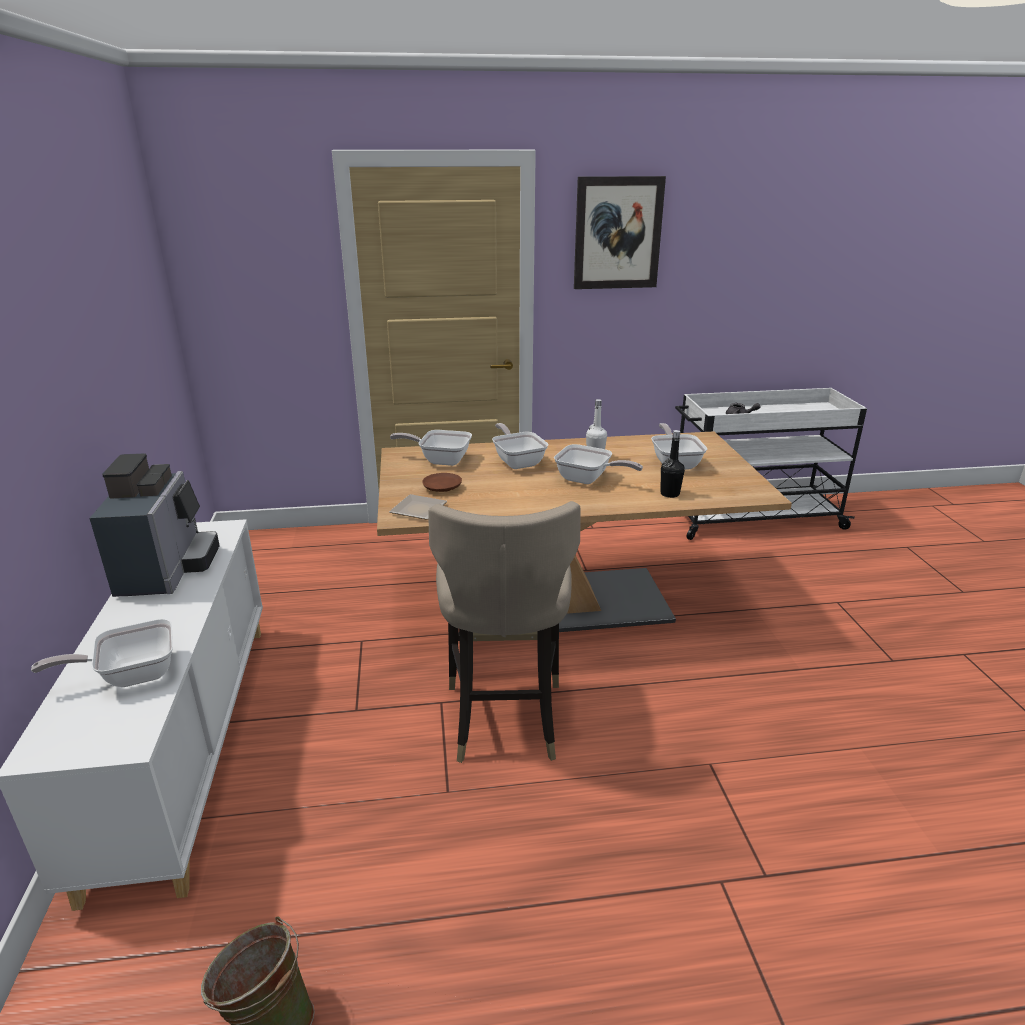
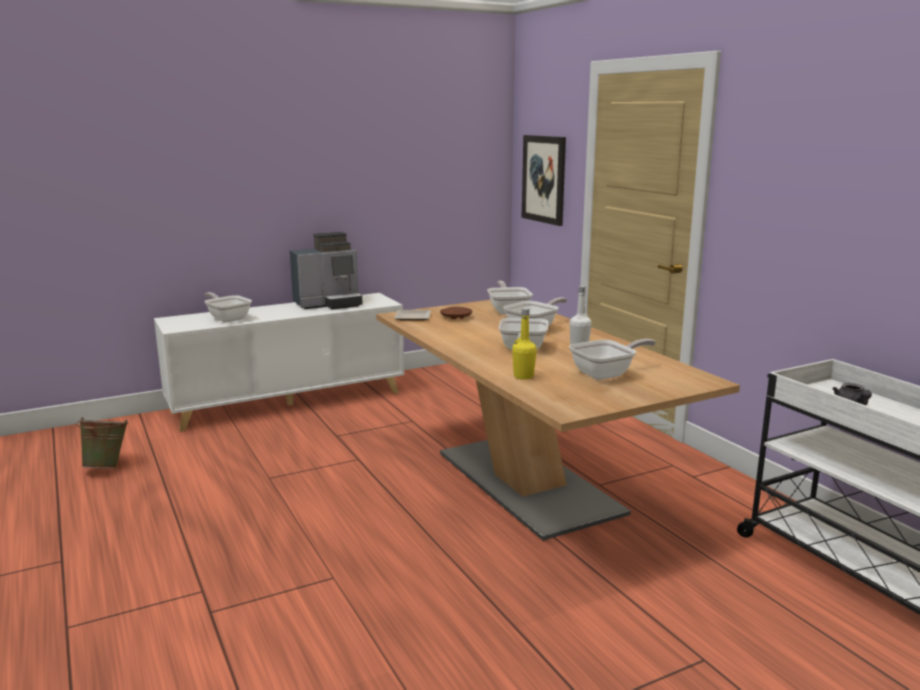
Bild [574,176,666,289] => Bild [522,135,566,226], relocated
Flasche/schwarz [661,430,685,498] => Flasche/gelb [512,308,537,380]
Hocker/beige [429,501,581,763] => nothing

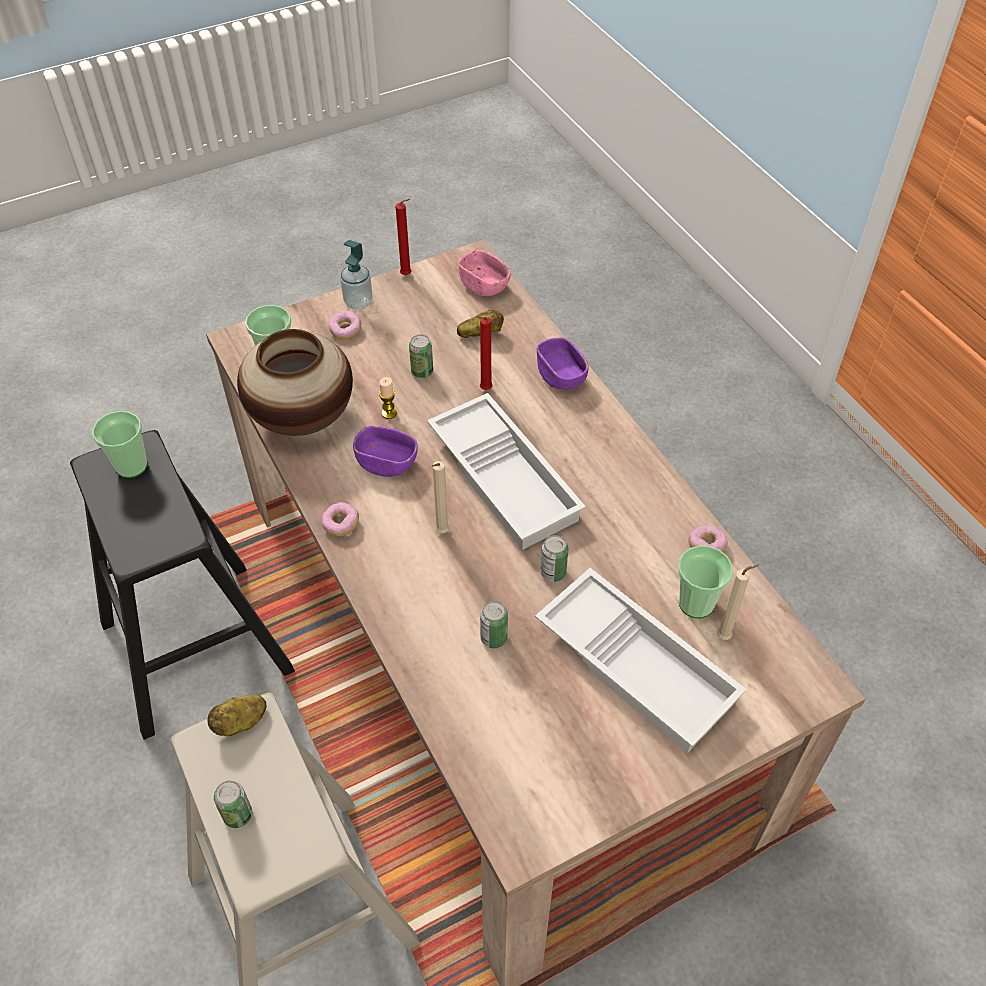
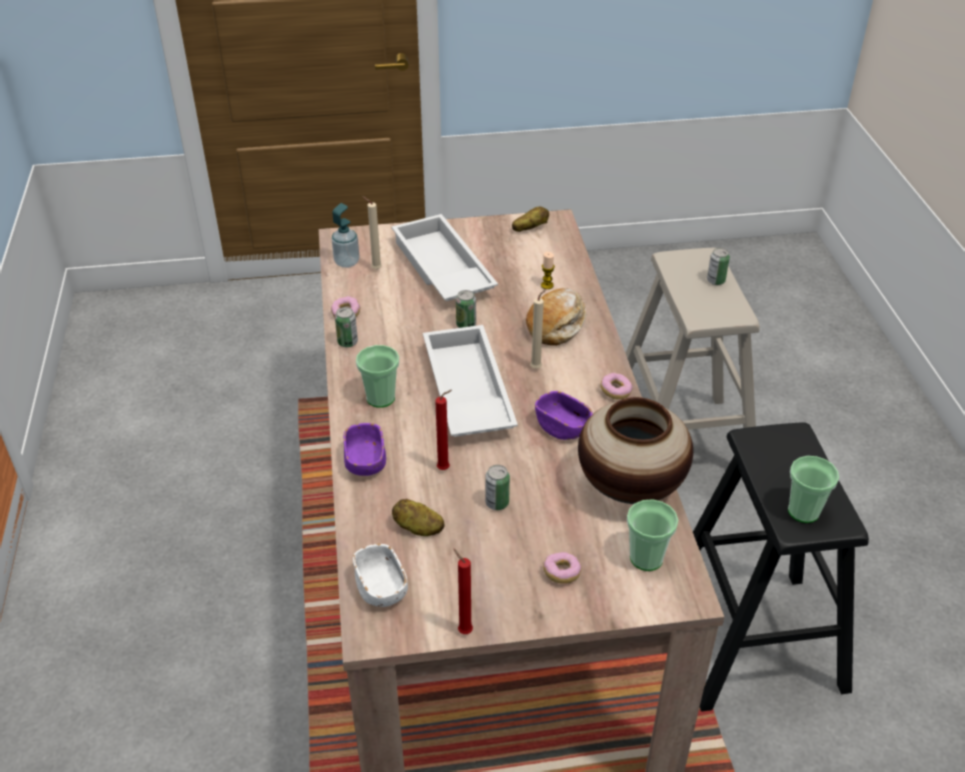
Seifenspender [340,240,373,310] => Seifenspender [331,203,360,268], relocated
Schüssel/rosa [458,250,511,296] => Schüssel/weiß [353,544,408,607]
Kerze [379,377,397,419] => Kerze [541,252,555,289], relocated
Tasse [678,546,733,619] => Tasse [356,345,399,408], relocated
Dose [480,601,508,648] => Dose [335,307,358,347], relocated
Kartoffel [207,694,266,736] => Kartoffel [512,207,549,232], relocated
nothing => Brot [526,288,586,346]

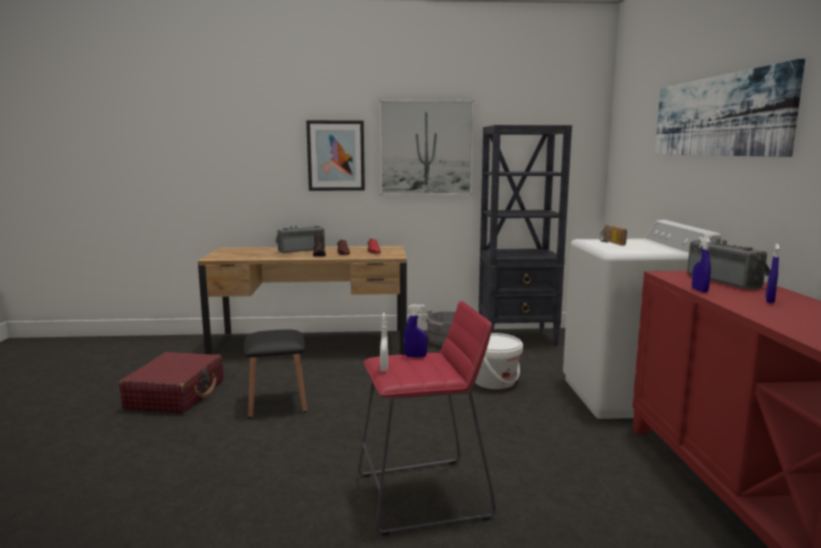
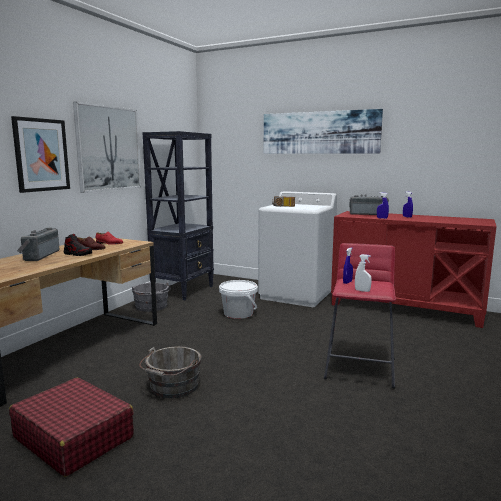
Hocker/schwarz [244,329,307,418] => Eimer/grau [139,346,202,398]

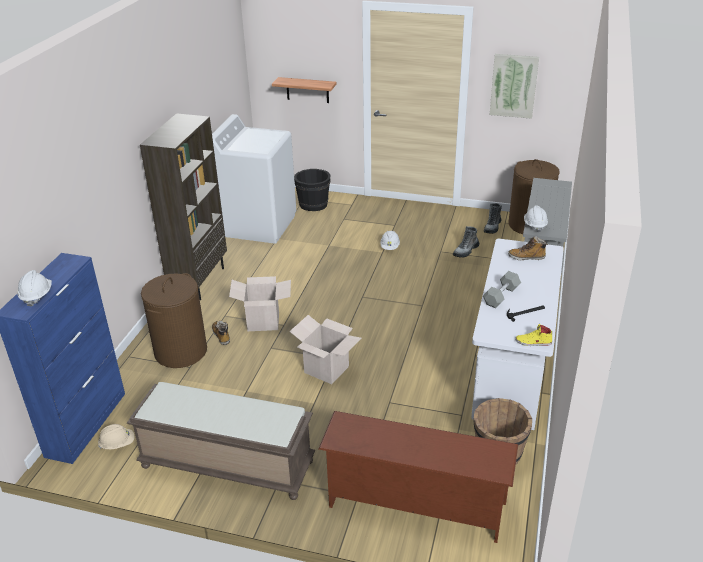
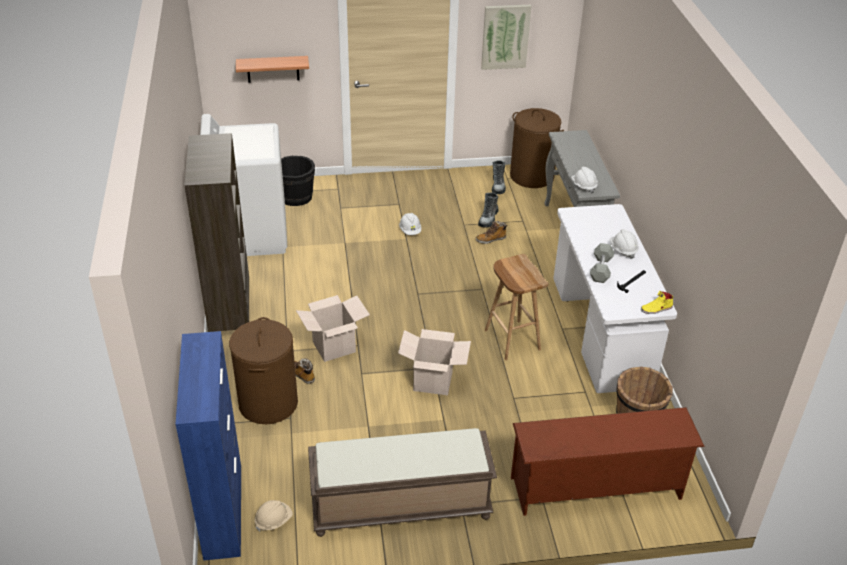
Stiefel [508,236,548,260] => Stiefel [476,221,507,244], relocated
Schutzhelm/weiß [17,270,52,307] => Schutzhelm/weiß [610,229,639,259], relocated
nothing => Hocker/braun [485,254,549,360]

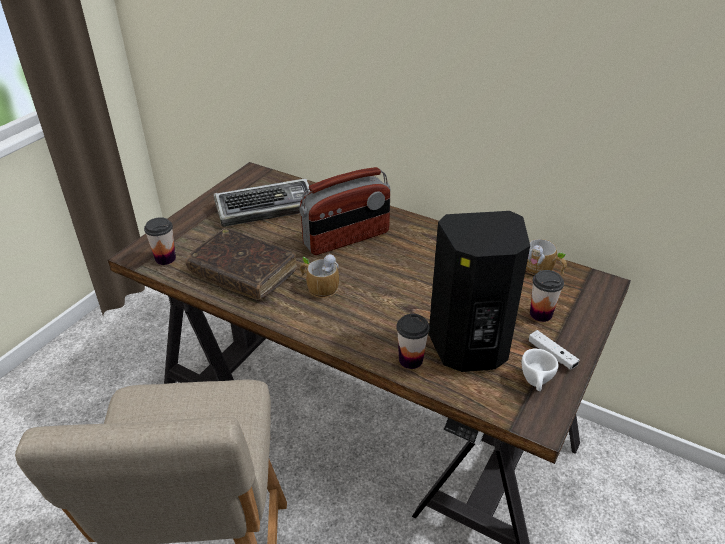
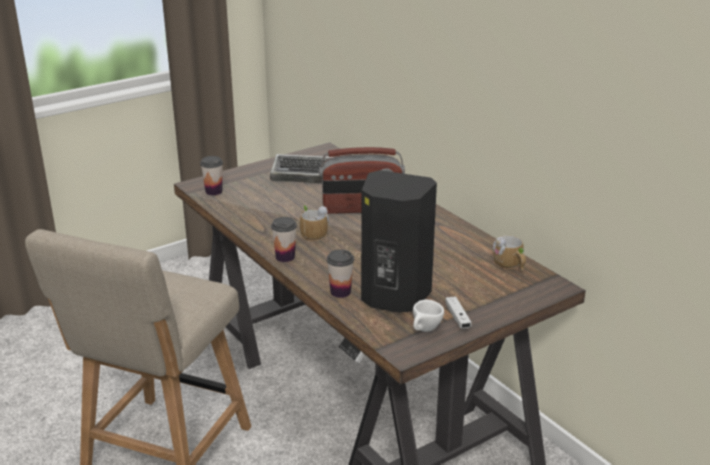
Buch/braun [185,228,298,299] => nothing
Tasse [530,270,564,322] => Tasse [271,217,297,262], relocated

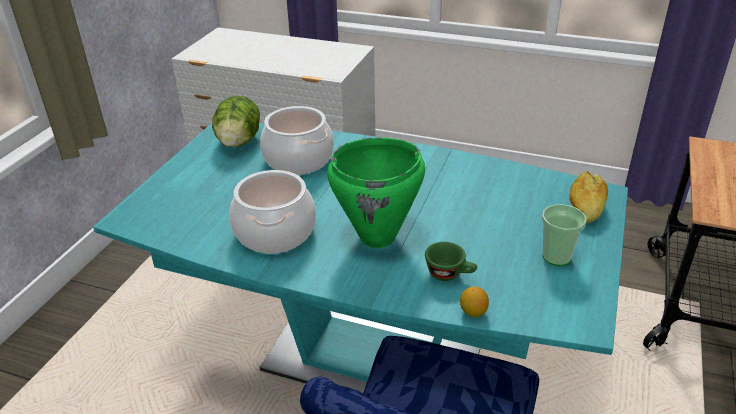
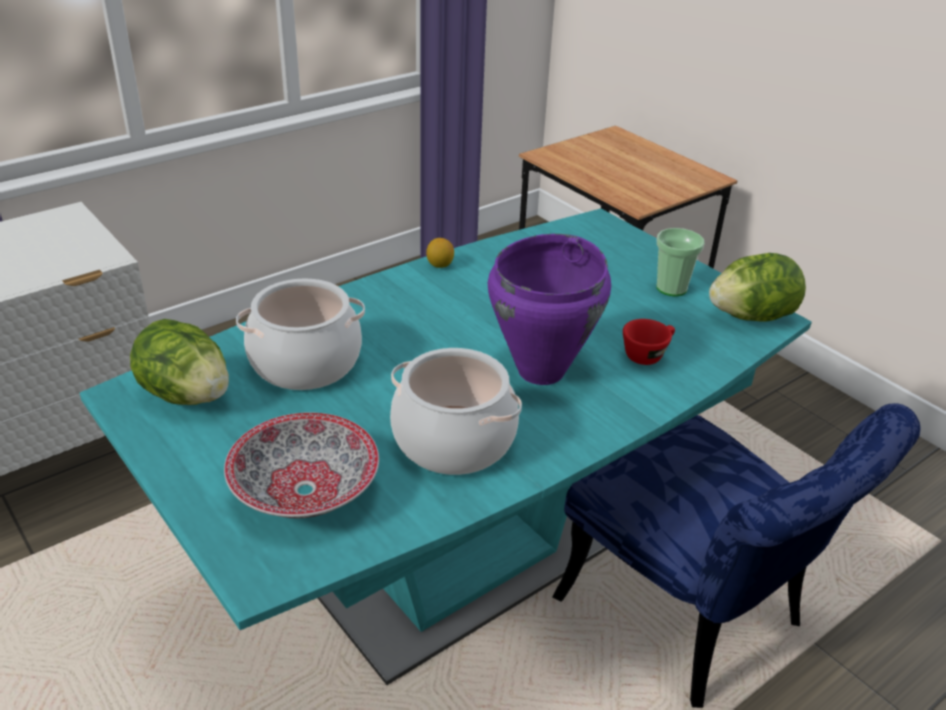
Kochtopf/grün [327,138,425,248] => Kochtopf/lila [488,234,611,385]
Brot [570,171,608,223] => nothing
Tasse/grün [425,242,477,281] => Tasse/rot [623,319,675,365]
Zitrone [460,286,489,317] => Zitrone [426,238,454,268], relocated
nothing => Salatkopf [709,253,806,322]
nothing => Schüssel [224,412,379,518]

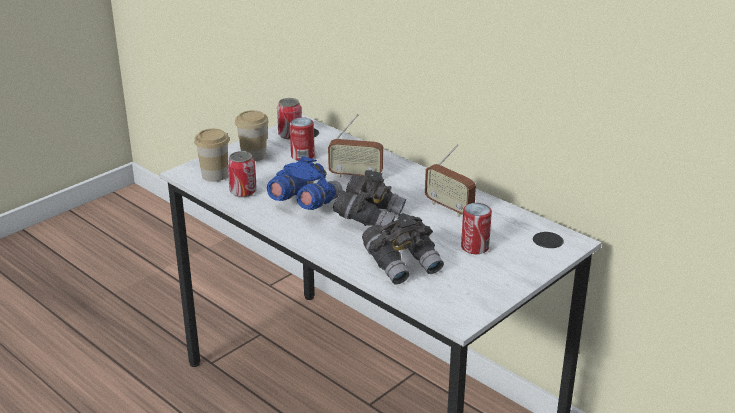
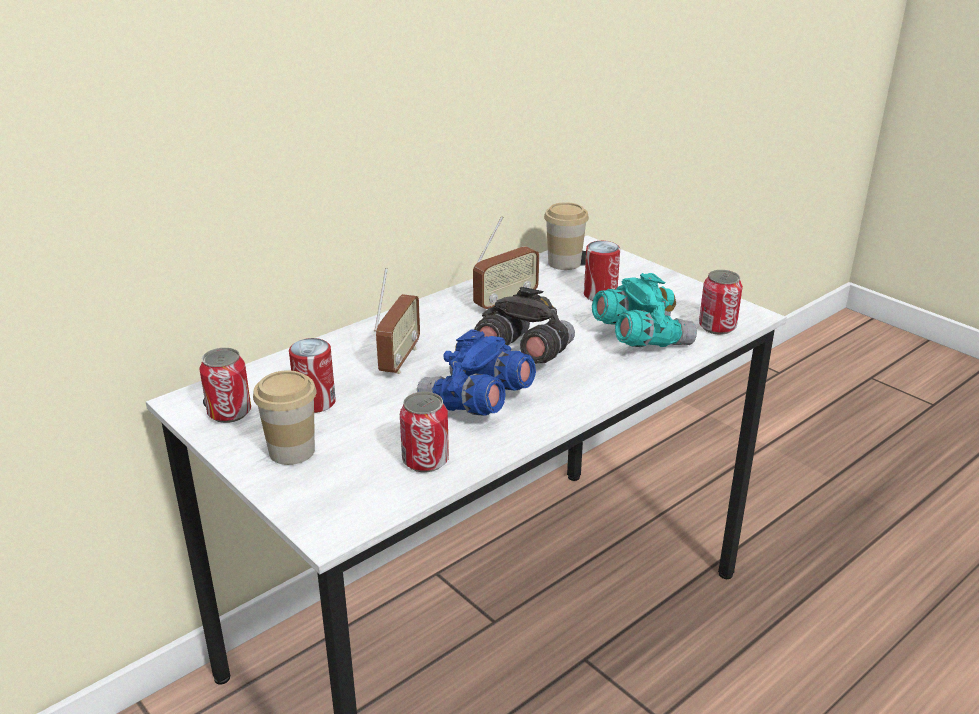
Tasse [194,128,229,182] => Tasse [544,202,589,270], relocated
Fernglas/grau [362,213,444,284] => Fernglas/türkis [592,273,697,347]
nothing => Dose [699,270,743,335]

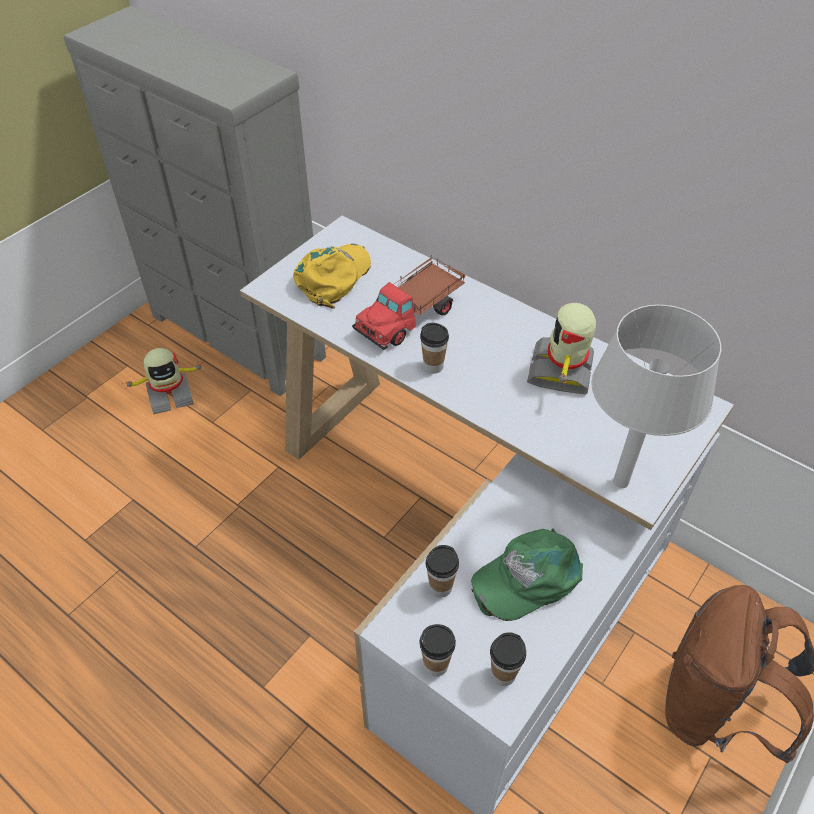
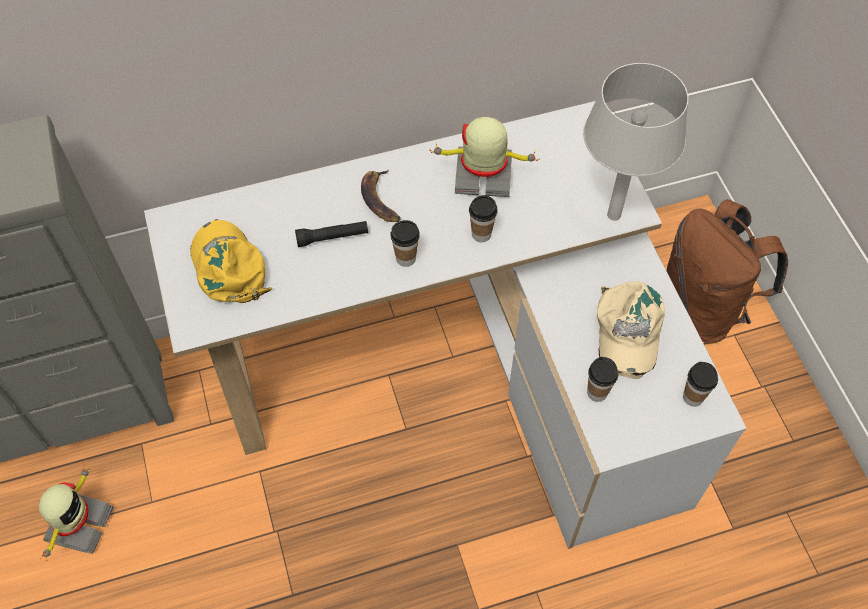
Spielzeuglaster [352,255,465,350] => Taschenlampe/schwarz [295,221,368,247]
Spielzeugroboter [527,303,596,394] => Spielzeugroboter [430,117,541,197], 135 degrees clockwise
Kappe/grün [471,528,583,621] => Kappe/beige [597,281,665,379]
Tasse [420,624,456,677] => Tasse [469,195,498,242], relocated
nothing => Banane [361,169,401,222]

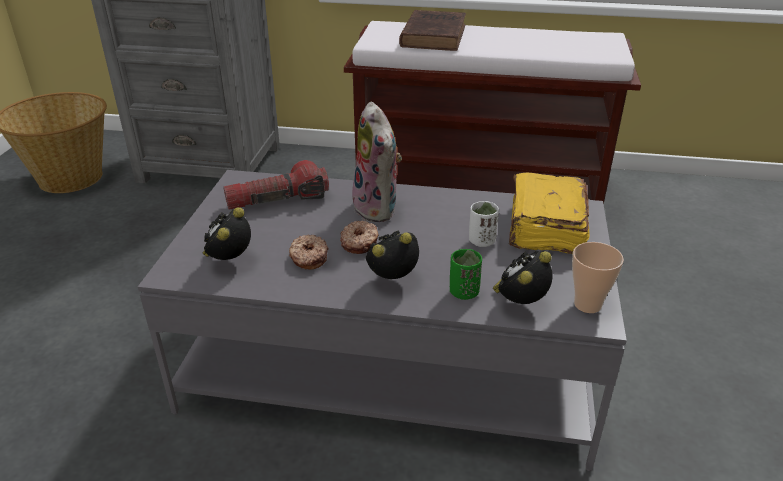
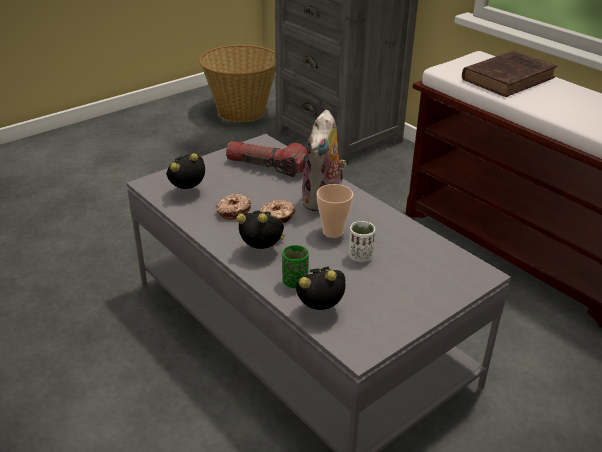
Buch/gelb [509,173,589,254] => nothing
Tasse [572,242,624,313] => Tasse [317,184,353,238], relocated

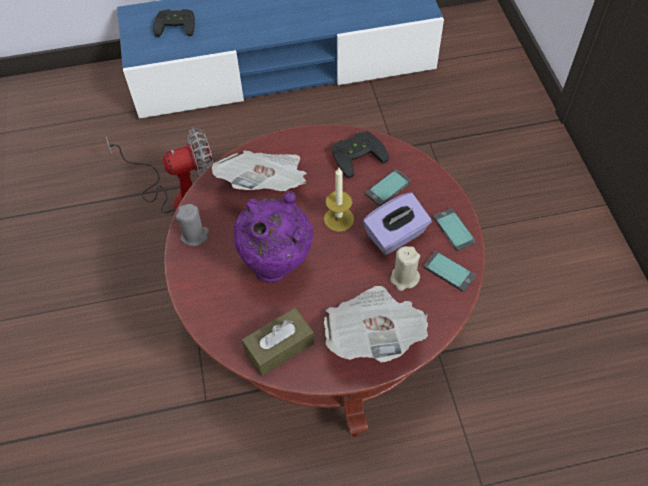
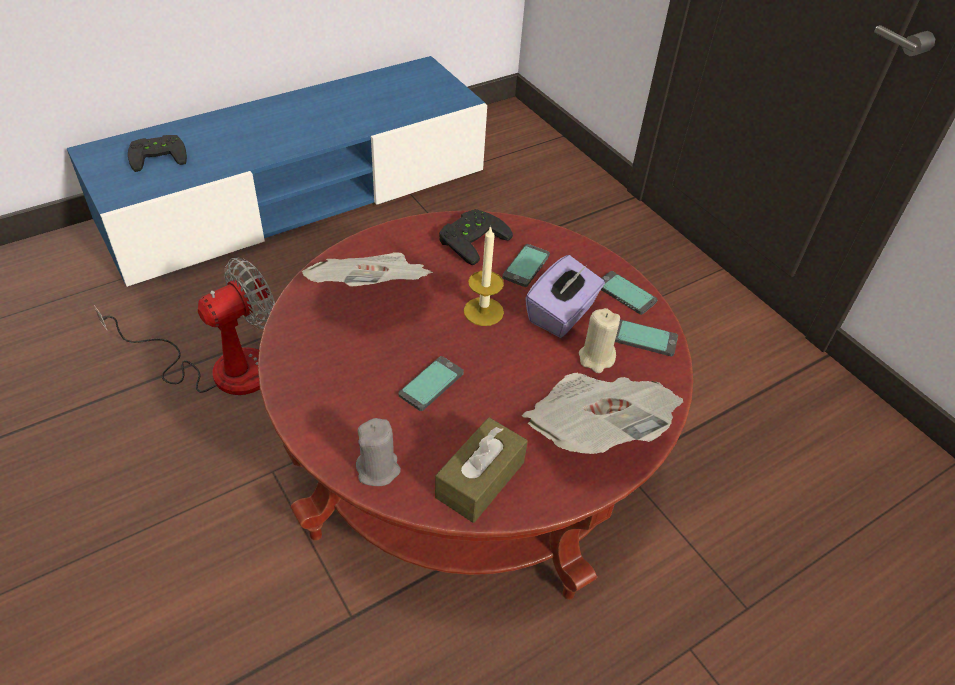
Vase/lila [233,191,313,283] => Handy [399,356,464,411]
Kerze/grau [176,204,209,246] => Kerze/grau [356,418,401,486], relocated

